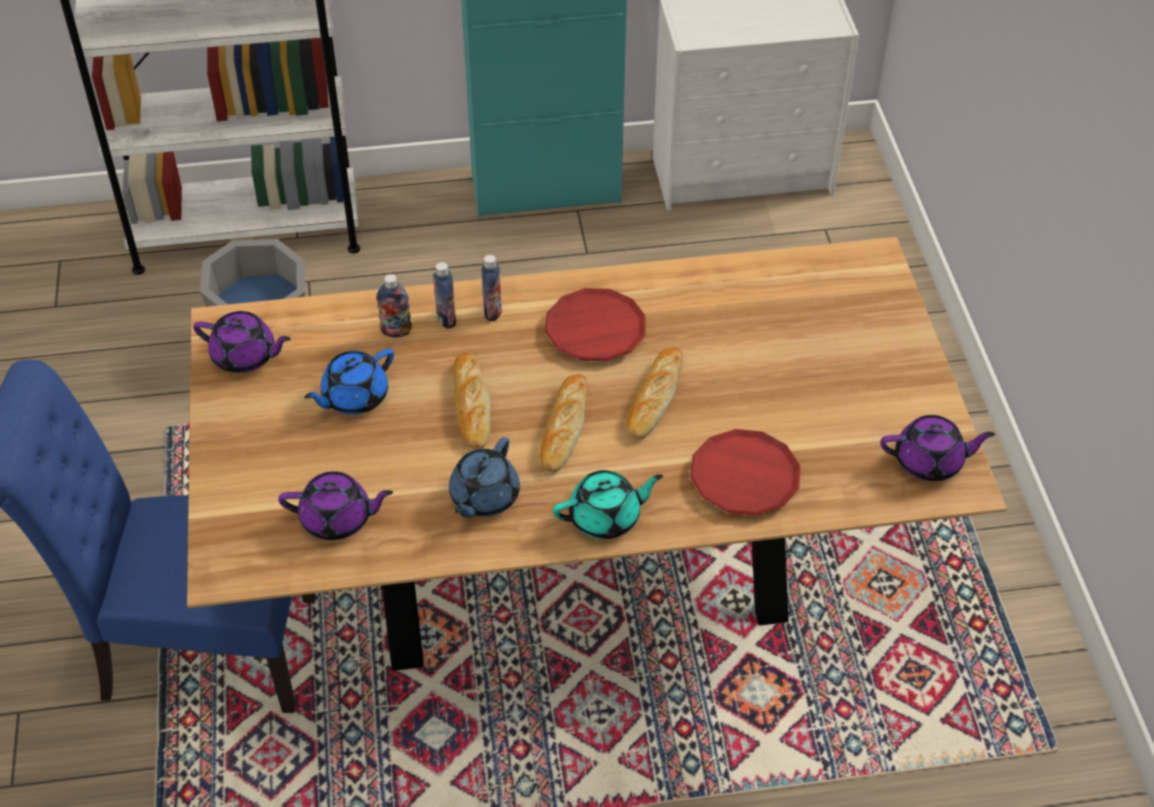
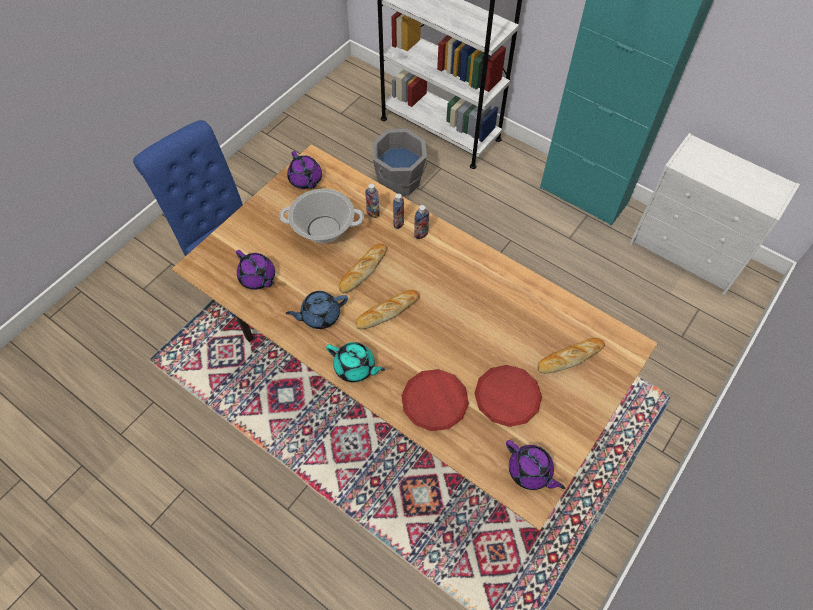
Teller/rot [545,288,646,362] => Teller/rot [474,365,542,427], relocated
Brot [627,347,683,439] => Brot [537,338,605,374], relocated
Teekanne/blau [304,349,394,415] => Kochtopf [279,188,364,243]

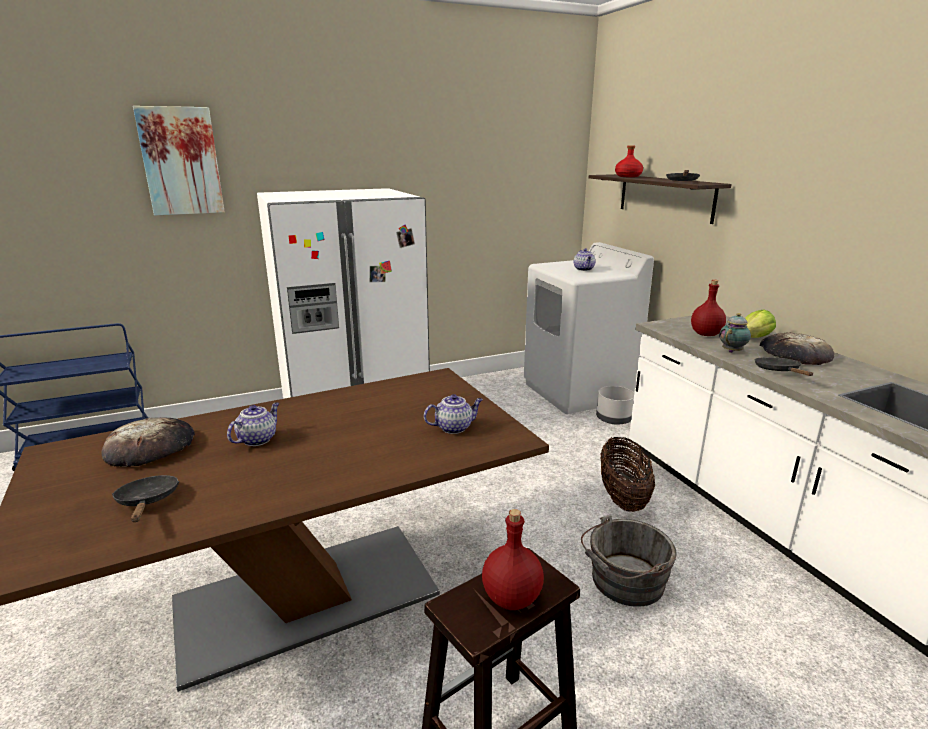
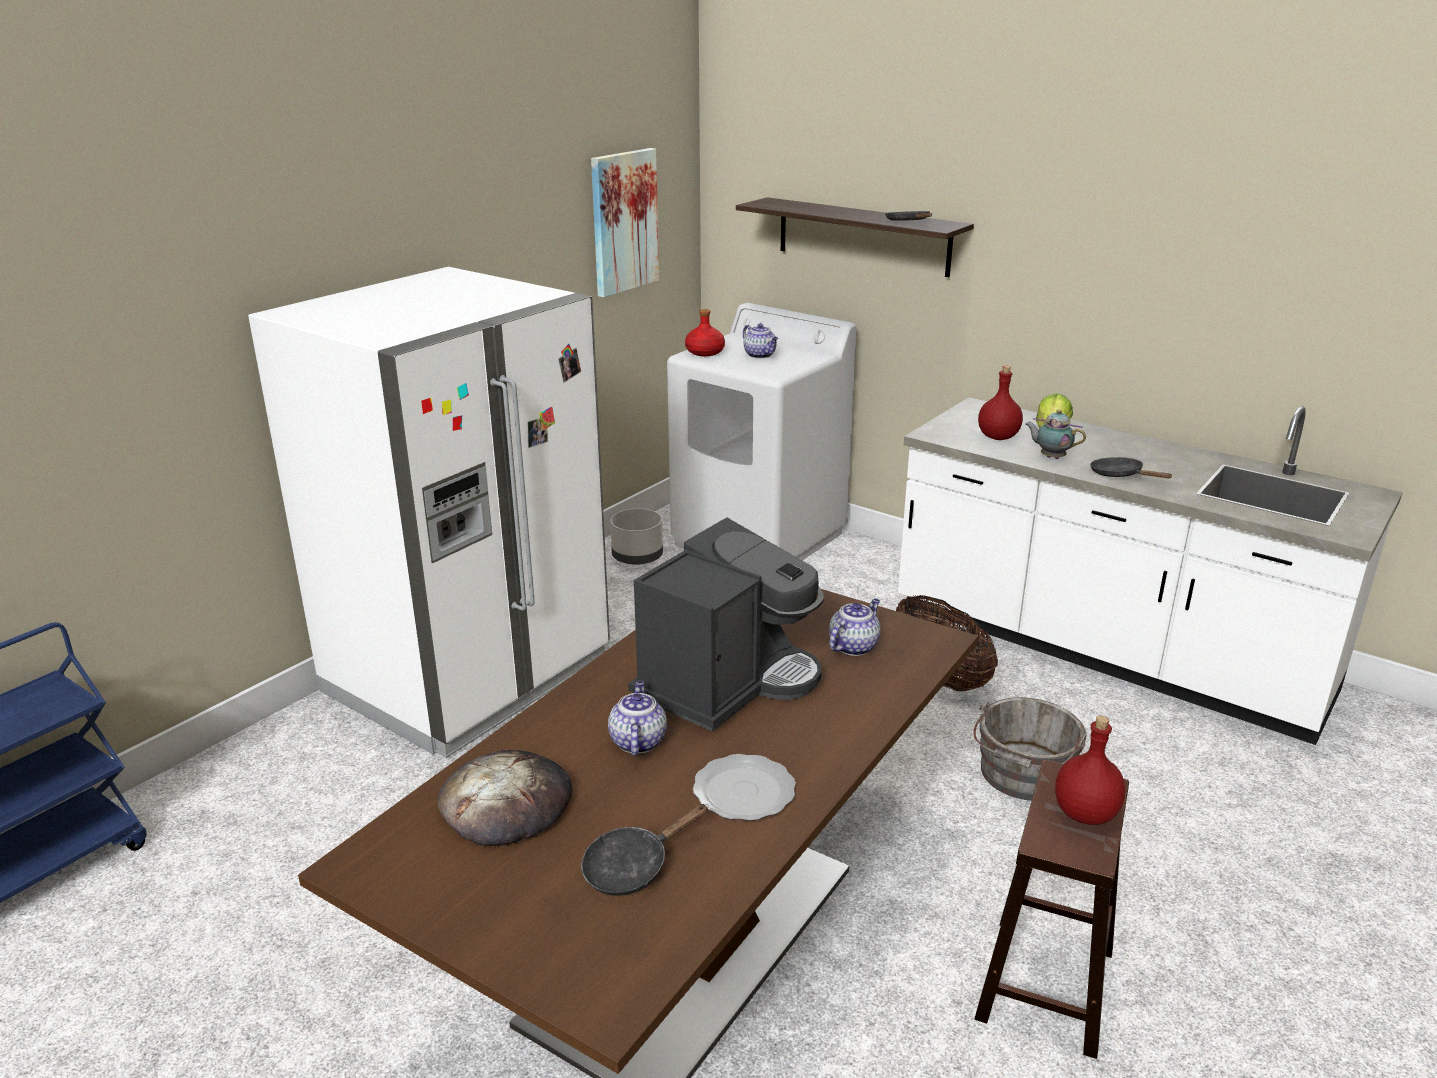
Bild [133,106,225,216] => Bild [591,148,659,297], relocated
Flasche/rot [615,145,643,177] => Flasche/rot [685,309,725,356], relocated
Teekanne [719,313,751,353] => Teekanne [1026,409,1086,459], 75 degrees counterclockwise
Brot [760,332,834,365] => nothing
Pflanzkübel/grau [596,386,634,425] => Pflanzkübel/grau [610,509,663,565], relocated
Pfanne/schwarz [112,475,179,522] => Pfanne/schwarz [581,804,709,896], 75 degrees counterclockwise
nothing => Kaffeemaschine [628,518,824,732]
nothing => Teller [693,754,796,821]

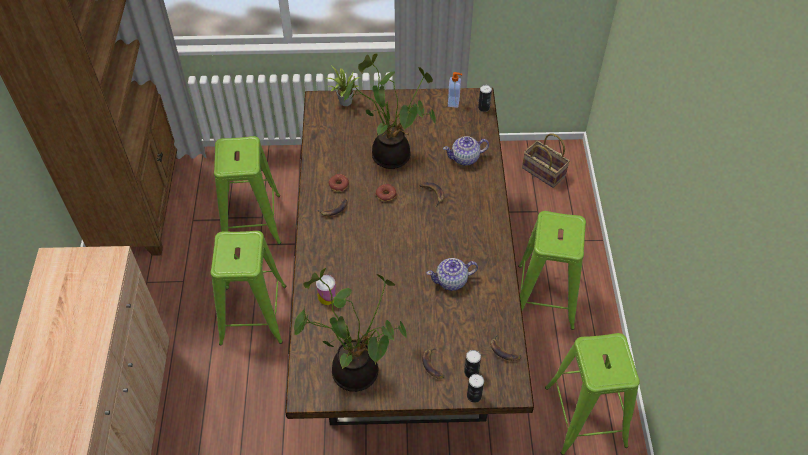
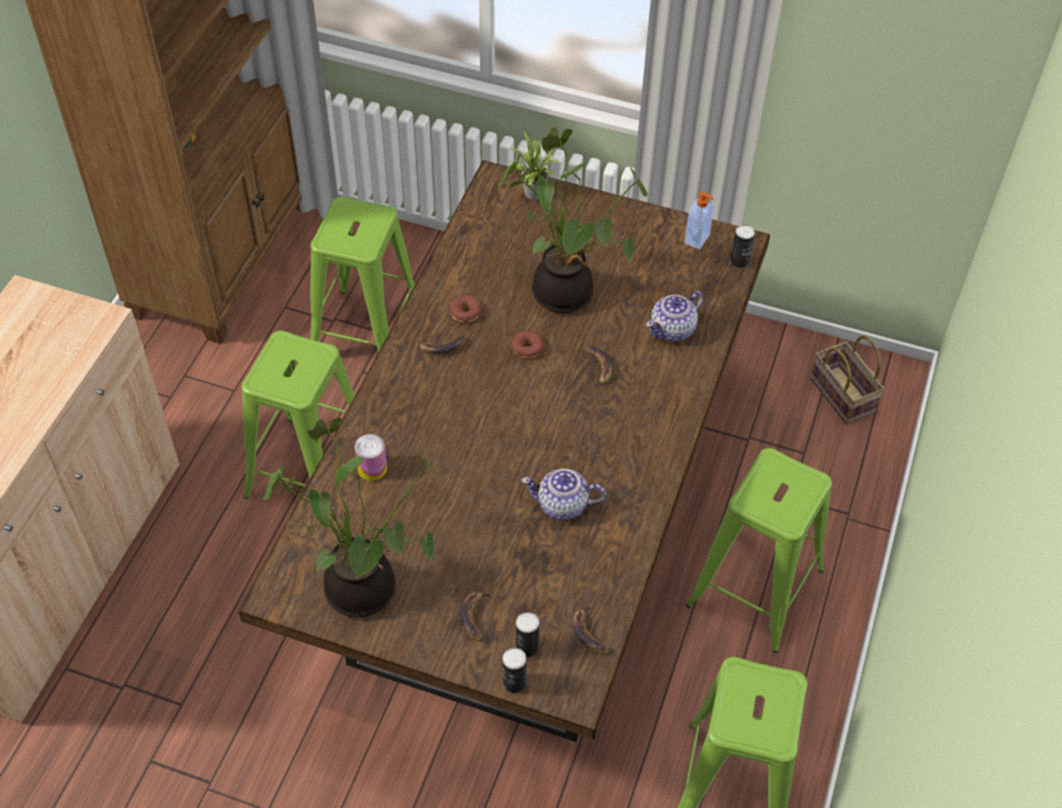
Teekanne [443,136,489,166] => Teekanne [646,291,704,342], 45 degrees counterclockwise

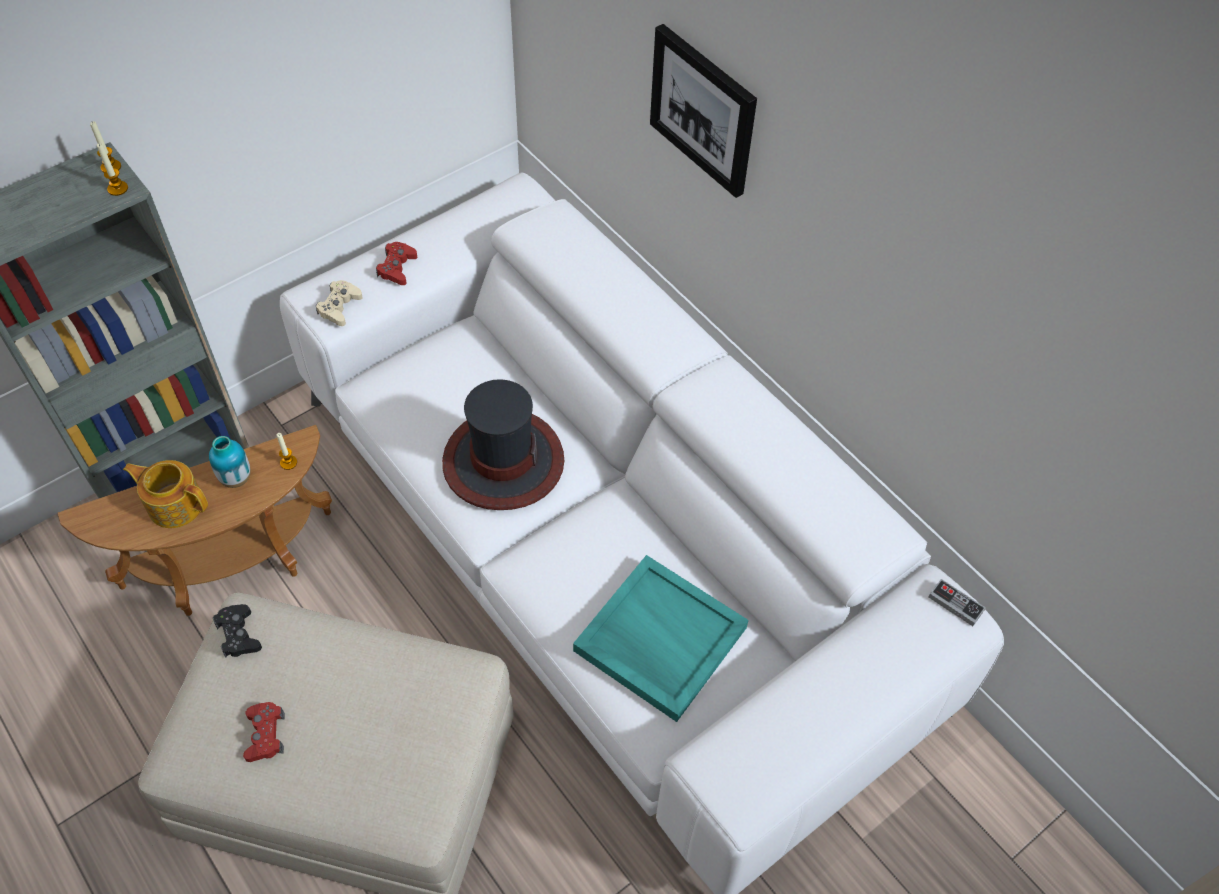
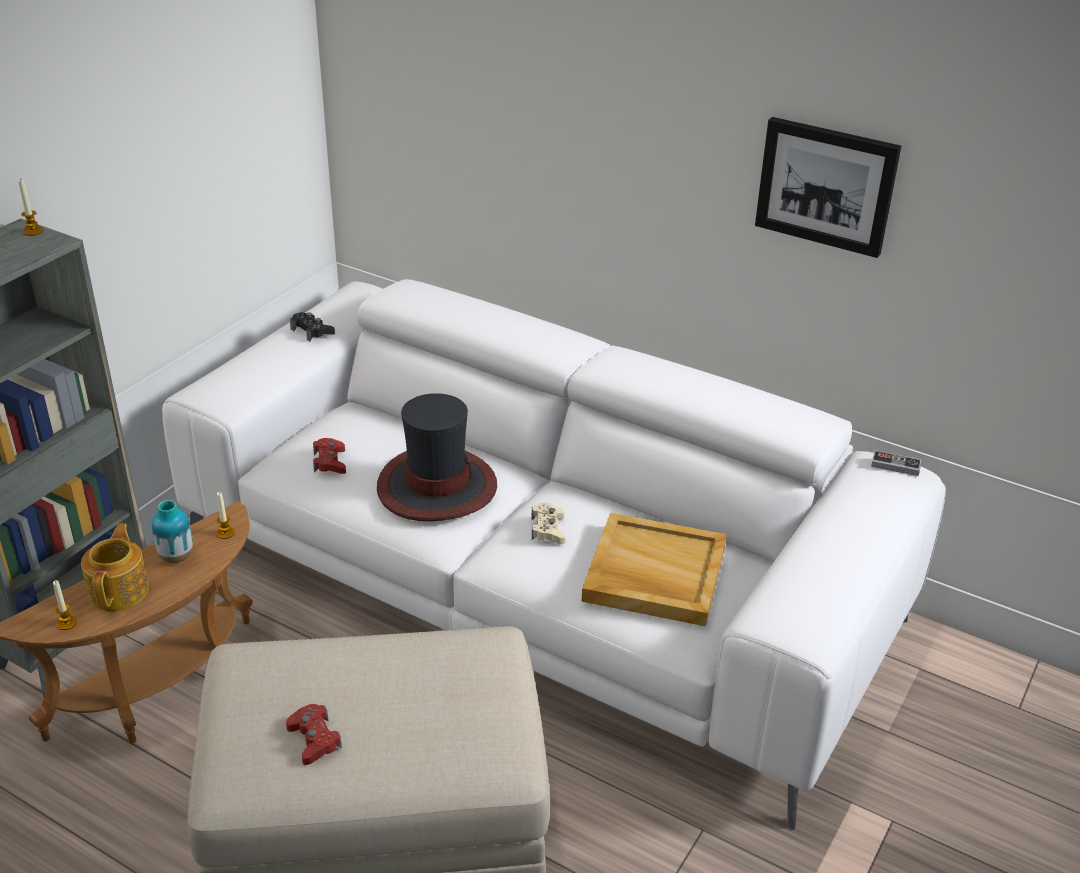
Bild [650,24,757,198] => Bild [755,117,901,258], relocated
Kerze [97,143,128,196] => Kerze [53,580,77,630], relocated
Gamepad/rot [376,242,417,285] => Gamepad/rot [313,438,346,474], relocated
Gamepad/beige [316,280,363,326] => Gamepad/beige [532,503,565,544], relocated
Teekanne [123,460,208,528] => Teekanne [81,523,149,611], 90 degrees clockwise
Tablett/türkis [573,555,748,722] => Tablett/beige [581,513,727,626]
Gamepad/schwarz [213,604,262,658] => Gamepad/schwarz [290,312,335,341], relocated

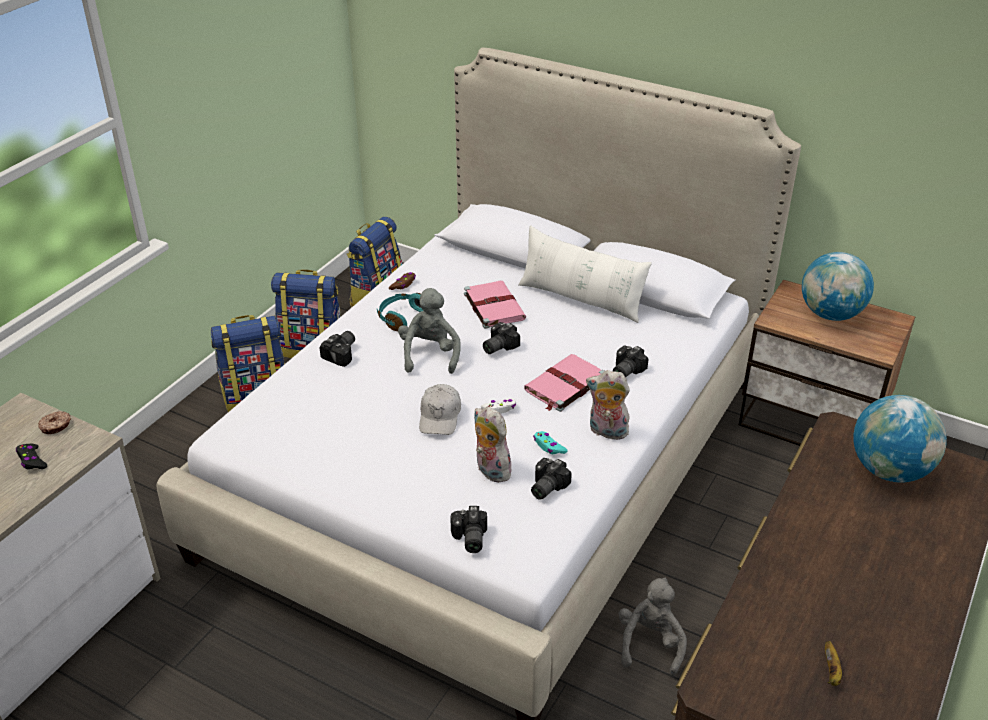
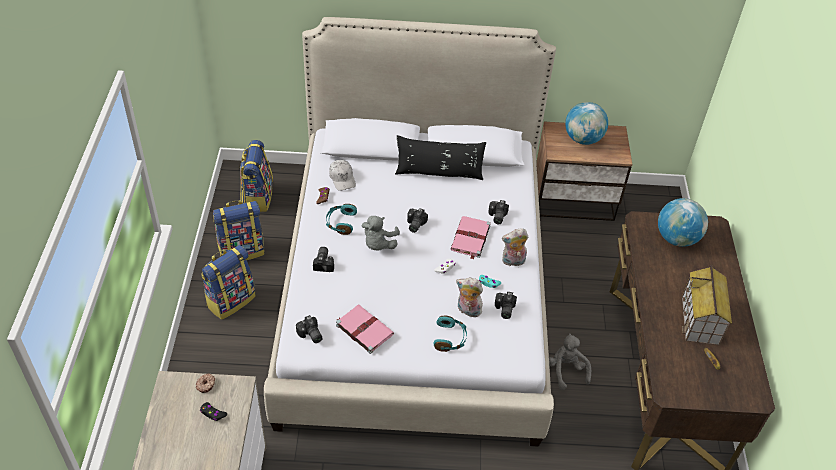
Kissen/weiß [518,225,652,323] => Kissen/schwarz [395,135,486,180]
Buch/rosa [464,281,526,329] => Buch/rosa [336,305,394,354], relocated
Plüschtier/grau [398,288,461,374] => Plüschtier/grau [362,216,400,251], 135 degrees counterclockwise
Kappe/weiß [419,384,461,435] => Kappe/weiß [329,160,356,191], relocated
Kamera [451,506,487,553] => Kamera [296,315,323,343], relocated
nothing => Spielzeughaus [682,265,732,346]
nothing => Kopfhörer/türkis [434,315,467,352]

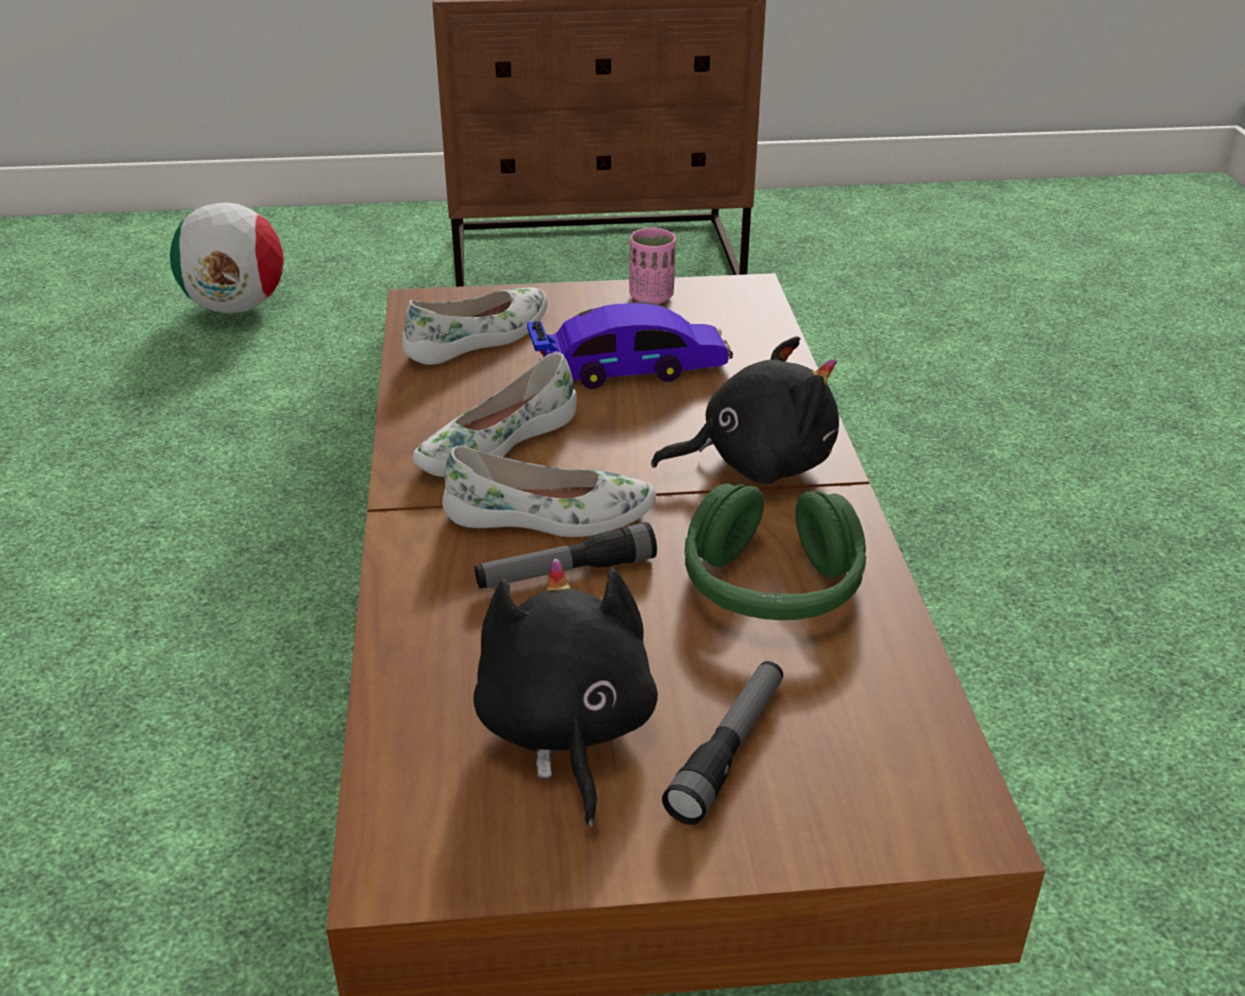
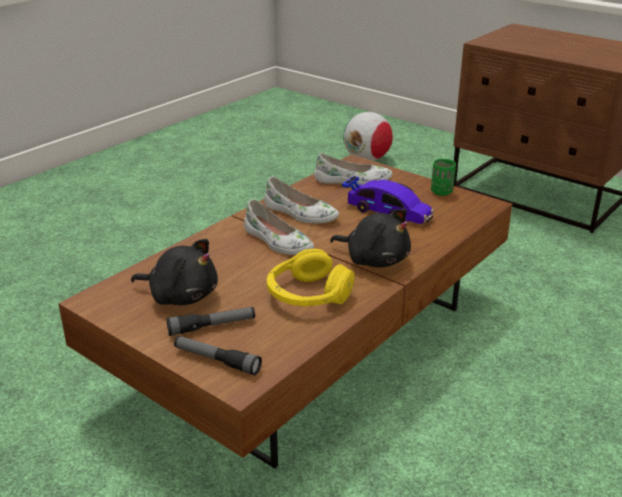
Tasse/rosa [629,228,676,304] => Tasse/grün [431,159,456,196]
Schuh/weiß [412,352,577,477] => Schuh/weiß [264,177,339,223], 150 degrees counterclockwise
Kopfhörer/grün [684,484,866,620] => Kopfhörer/gelb [267,249,355,306]
Taschenlampe [475,522,657,588] => Taschenlampe [174,336,262,375], relocated
Plüschtier/schwarz [473,558,658,827] => Plüschtier/schwarz [131,239,218,305], 75 degrees clockwise

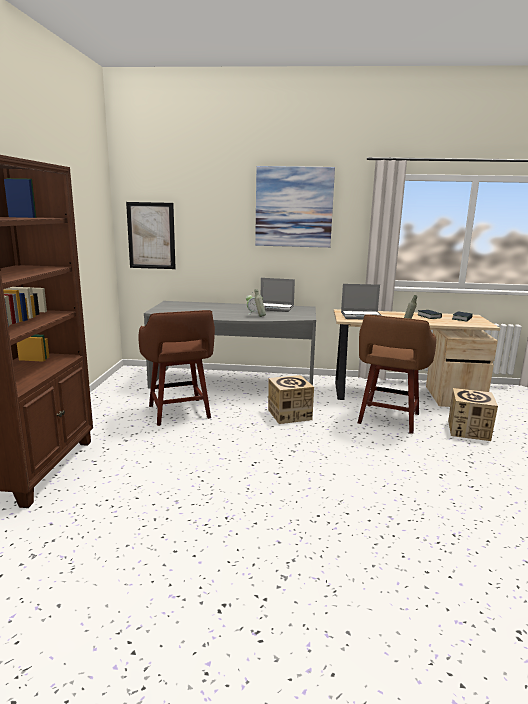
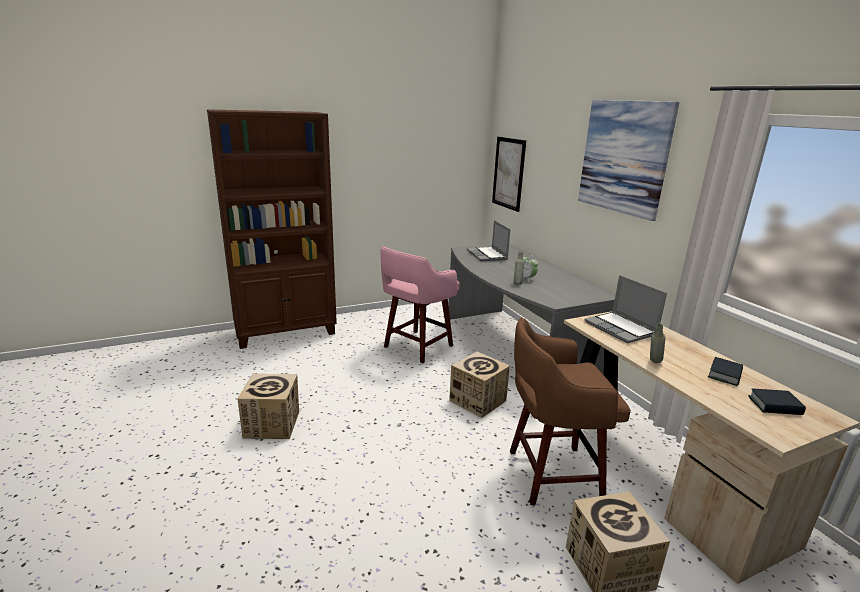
Laptop [261,278,295,312] => Laptop [467,220,510,261], relocated
Hocker/braun [139,310,215,426] => Hocker/rosa [381,247,460,364]
nothing => Karton [237,374,299,439]

